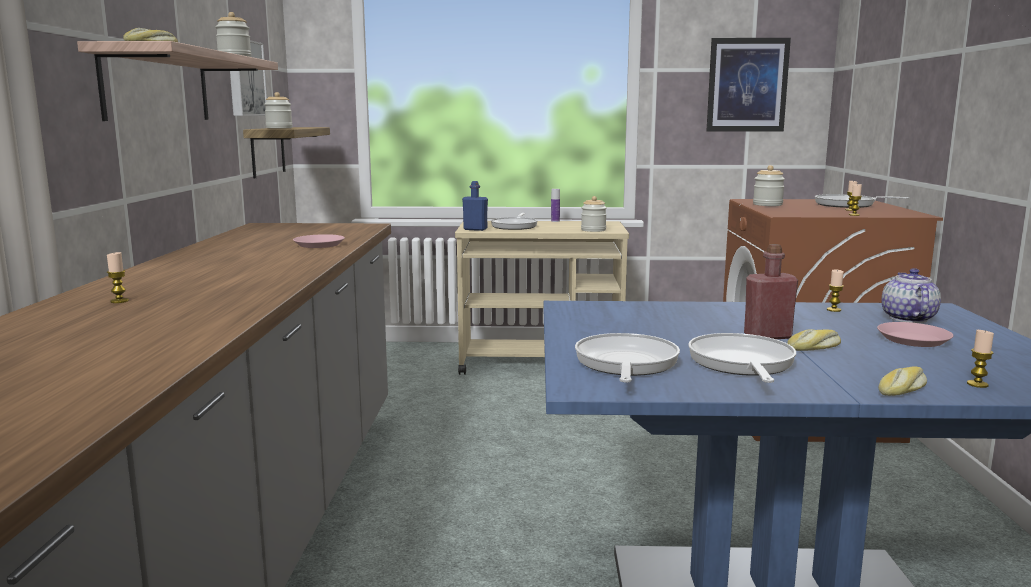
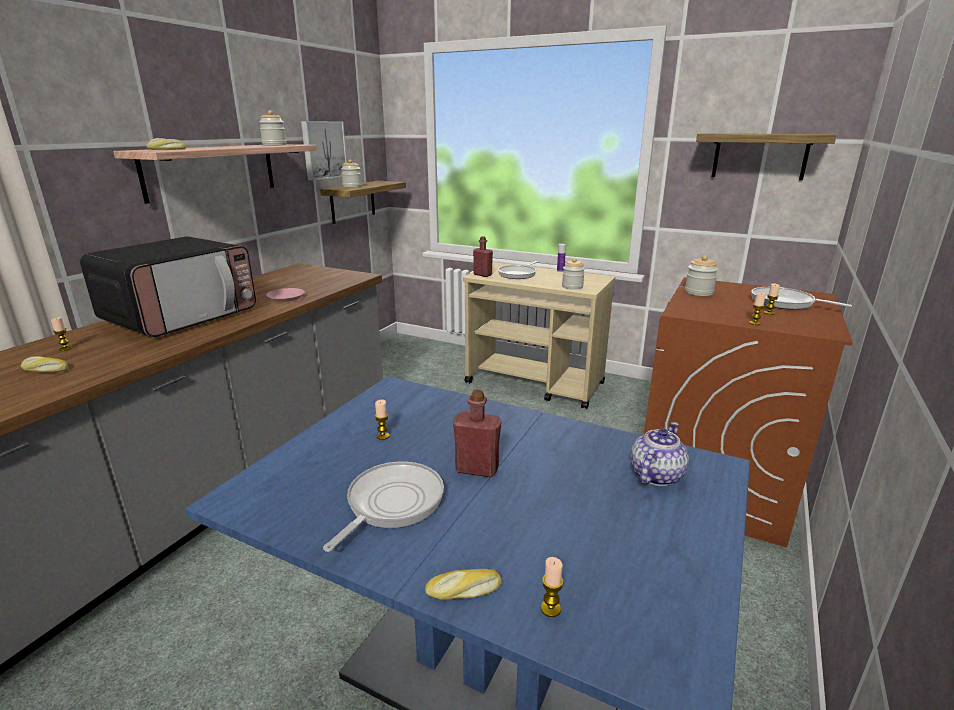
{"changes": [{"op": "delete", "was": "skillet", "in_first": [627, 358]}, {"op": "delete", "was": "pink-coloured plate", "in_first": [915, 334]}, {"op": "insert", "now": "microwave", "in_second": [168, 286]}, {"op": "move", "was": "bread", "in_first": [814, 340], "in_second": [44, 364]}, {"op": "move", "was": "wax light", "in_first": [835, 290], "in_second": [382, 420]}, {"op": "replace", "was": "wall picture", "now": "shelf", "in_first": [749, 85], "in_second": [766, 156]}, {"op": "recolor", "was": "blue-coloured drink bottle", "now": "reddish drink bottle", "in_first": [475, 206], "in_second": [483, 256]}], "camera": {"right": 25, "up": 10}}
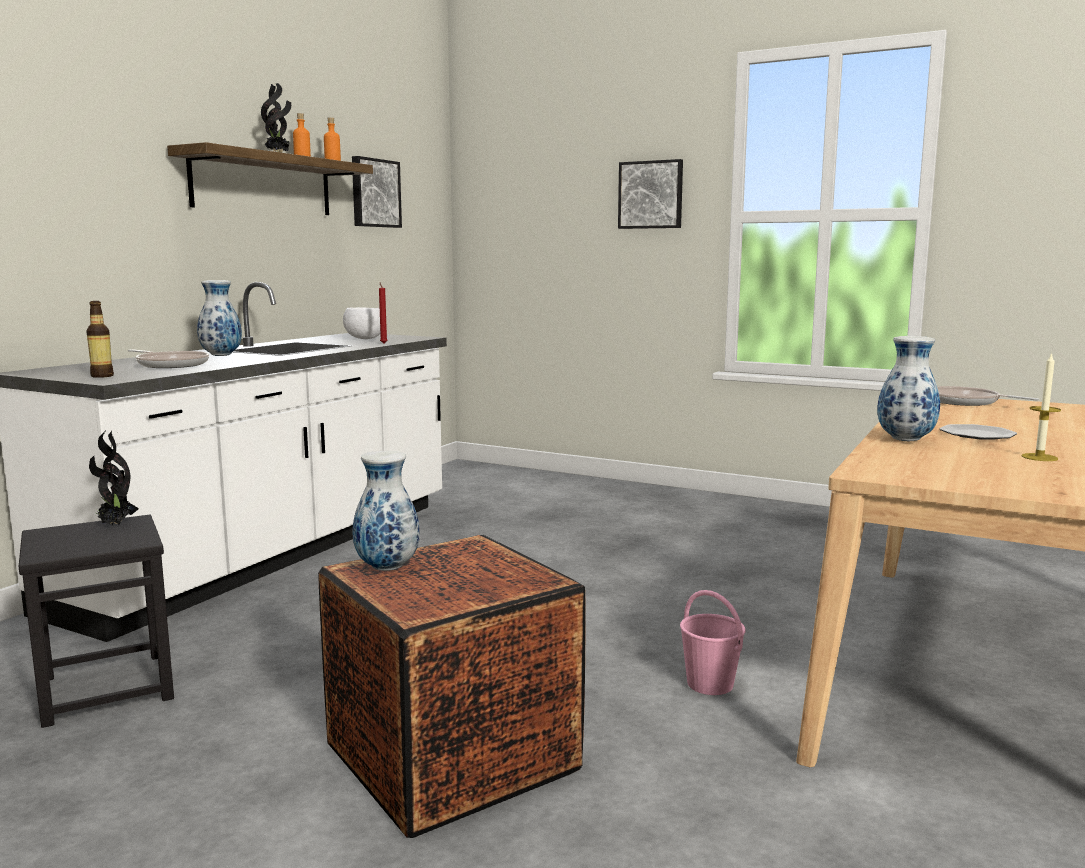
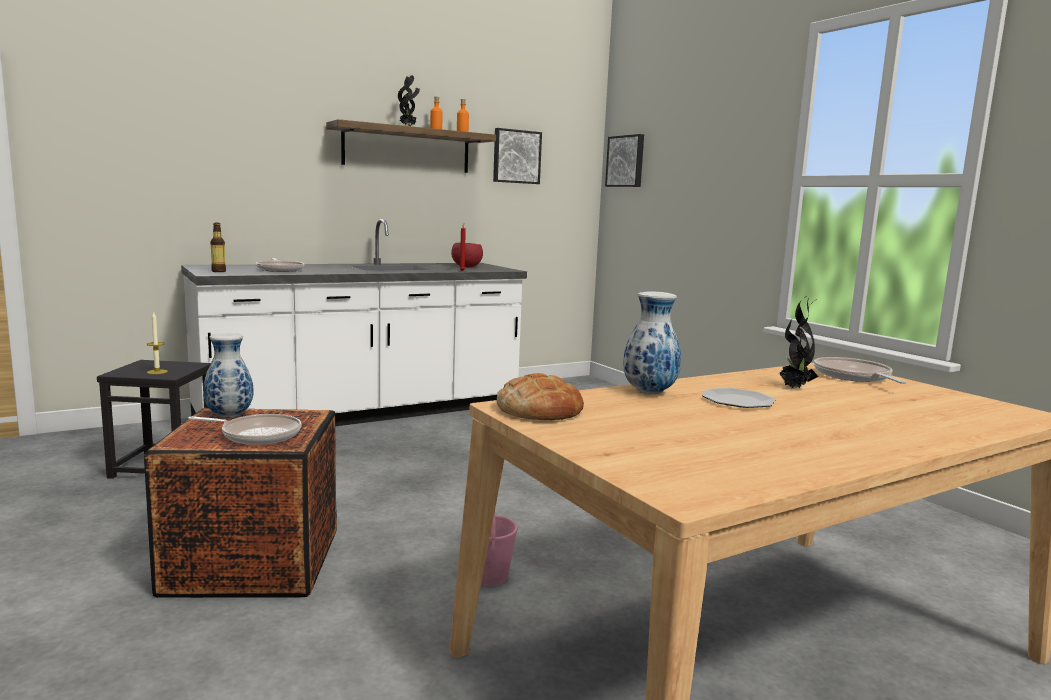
{"changes": [{"op": "delete", "was": "vase", "in_first": [219, 318]}, {"op": "insert", "now": "skillet", "in_second": [245, 429]}, {"op": "insert", "now": "bread", "in_second": [540, 396]}, {"op": "move", "was": "potted plant", "in_first": [114, 478], "in_second": [799, 342]}, {"op": "move", "was": "wall picture", "in_first": [650, 194], "in_second": [624, 160]}, {"op": "move", "was": "wax light", "in_first": [1041, 406], "in_second": [157, 342]}, {"op": "recolor", "was": "whitish deep dish", "now": "reddish deep dish", "in_first": [361, 323], "in_second": [467, 255]}], "camera": {"right": 30, "up": 0}}
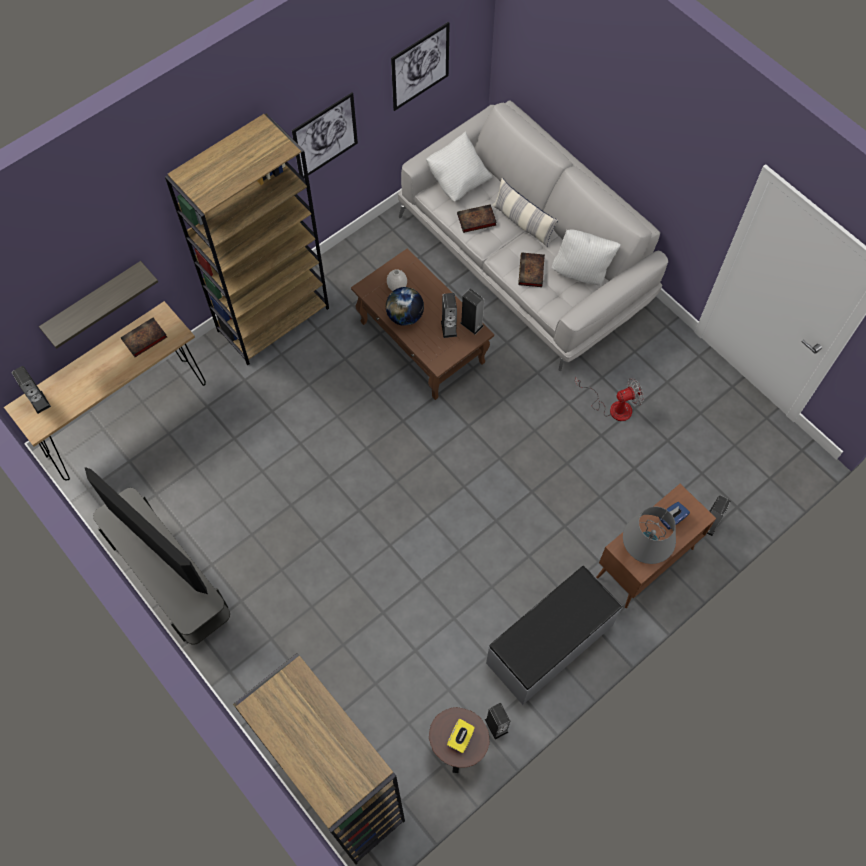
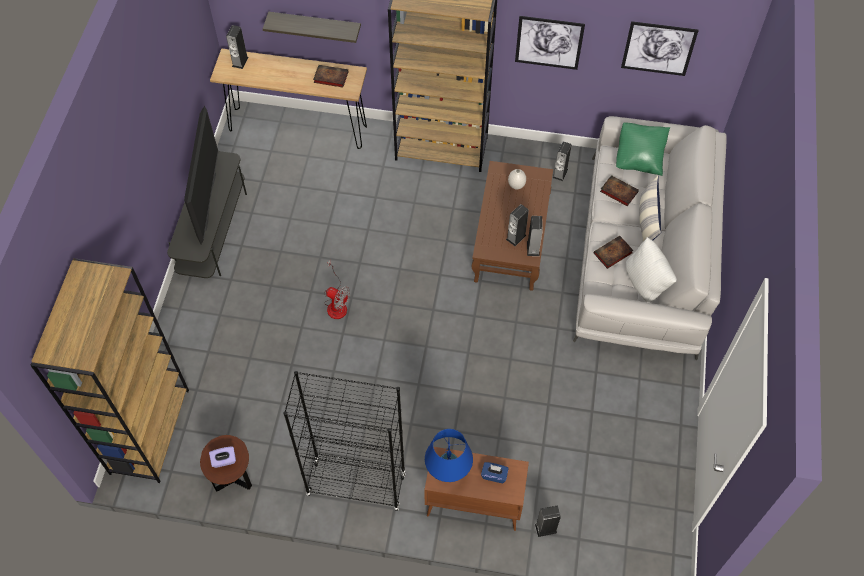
{"changes": [{"op": "delete", "was": "globe", "in_first": [405, 306]}, {"op": "move", "was": "speaker", "in_first": [497, 721], "in_second": [562, 161]}, {"op": "move", "was": "electric fan", "in_first": [609, 399], "in_second": [337, 289]}, {"op": "replace", "was": "grey indoor bench", "now": "blackish shelving unit", "in_first": [554, 635], "in_second": [344, 441]}, {"op": "recolor", "was": "whitish cushion", "now": "green-coloured cushion", "in_first": [459, 166], "in_second": [643, 149]}, {"op": "recolor", "was": "yellow box of tissues", "now": "purple box of tissues", "in_first": [461, 736], "in_second": [222, 457]}, {"op": "recolor", "was": "grey lamp for a table", "now": "blue-coloured lamp for a table", "in_first": [649, 535], "in_second": [449, 455]}], "camera": {"right": 50, "up": -5}}
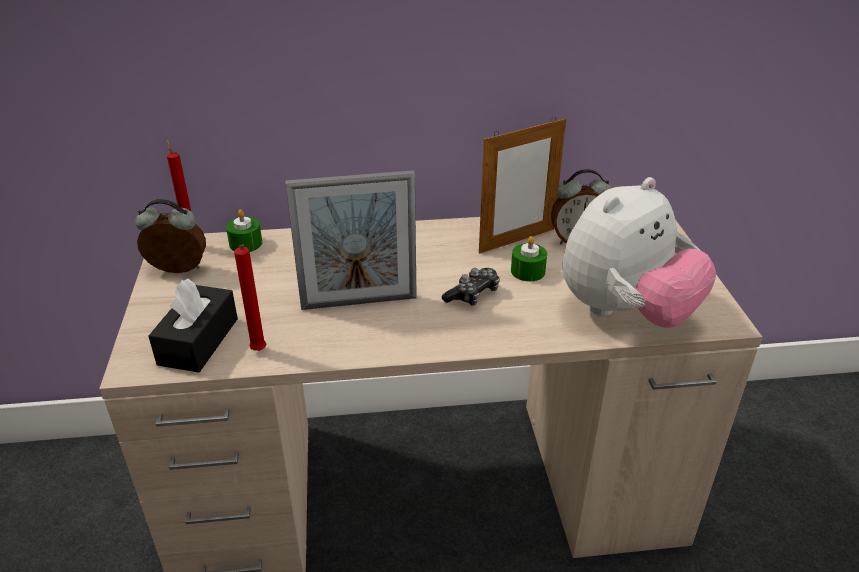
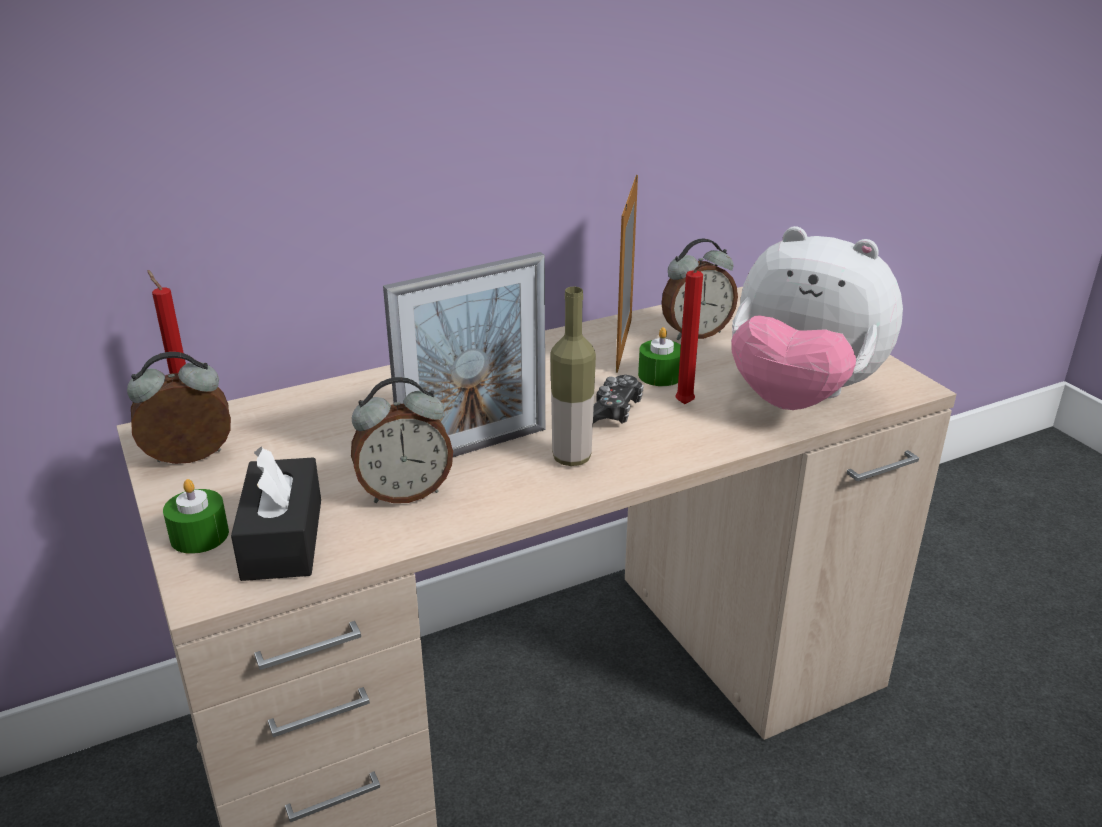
{"changes": [{"op": "insert", "now": "bedside clock", "in_second": [402, 440]}, {"op": "insert", "now": "drink bottle", "in_second": [573, 376]}, {"op": "move", "was": "green-coloured wax light", "in_first": [244, 231], "in_second": [196, 516]}, {"op": "move", "was": "reddish wax light", "in_first": [250, 298], "in_second": [691, 333]}, {"op": "rotate", "was": "photo frame", "in_first": [522, 185], "in_second": [627, 274], "clockwise": 150}, {"op": "rotate", "was": "plush toy", "in_first": [639, 252], "in_second": [817, 318], "clockwise": 90}], "camera": {"right": -20, "up": -5}}
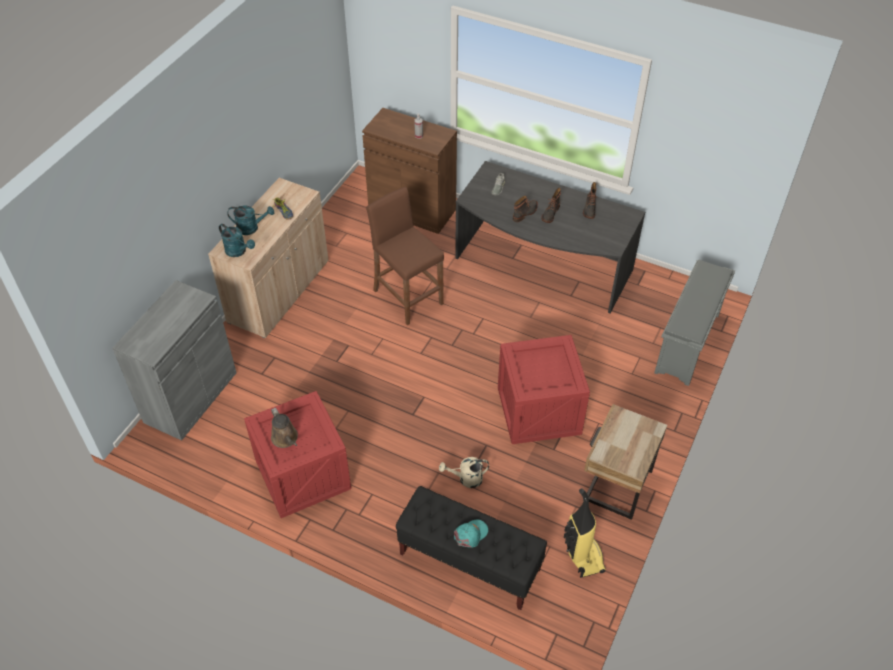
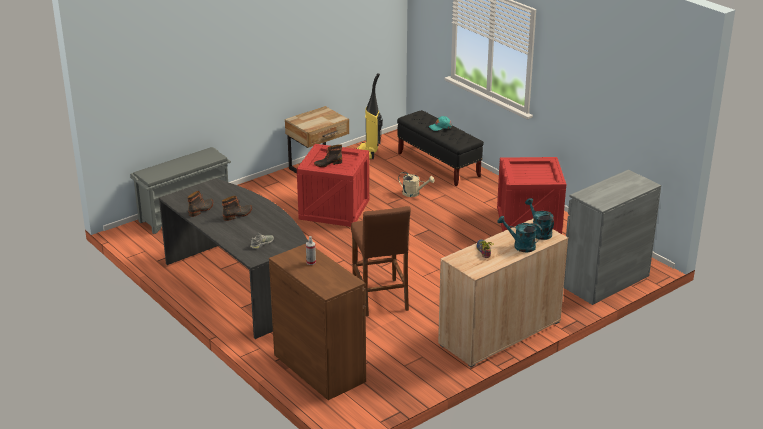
{"changes": [{"op": "delete", "was": "brownish sprinkling can", "in_first": [284, 428]}, {"op": "move", "was": "boot", "in_first": [525, 209], "in_second": [328, 155]}], "camera": {"right": -155, "up": -20}}
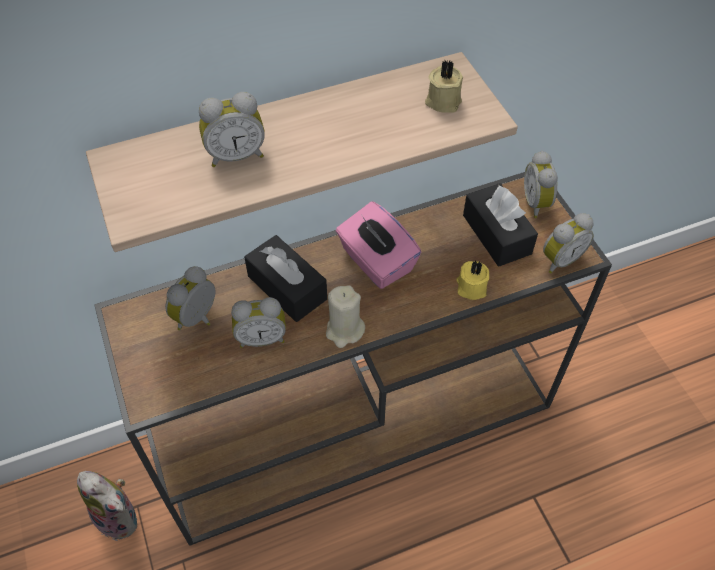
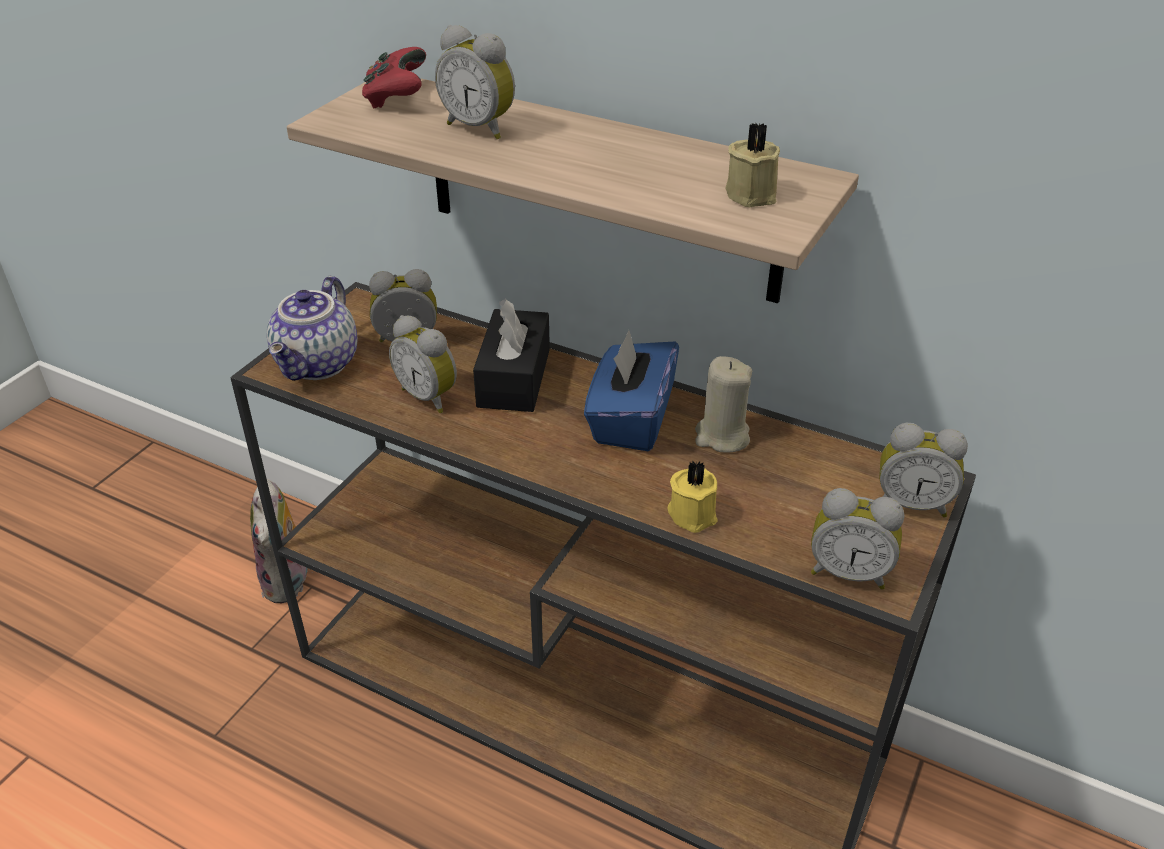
{"changes": [{"op": "delete", "was": "blackish box of tissues", "in_first": [500, 225]}, {"op": "insert", "now": "tea pot", "in_second": [312, 328]}, {"op": "insert", "now": "reddish game controller", "in_second": [394, 77]}, {"op": "move", "was": "beige-coloured wax light", "in_first": [345, 316], "in_second": [723, 404]}, {"op": "recolor", "was": "pink-coloured box of tissues", "now": "blue-coloured box of tissues", "in_first": [378, 245], "in_second": [631, 390]}, {"op": "rotate", "was": "bedside clock", "in_first": [541, 184], "in_second": [923, 470], "clockwise": -120}], "camera": {"right": 50, "up": -15}}
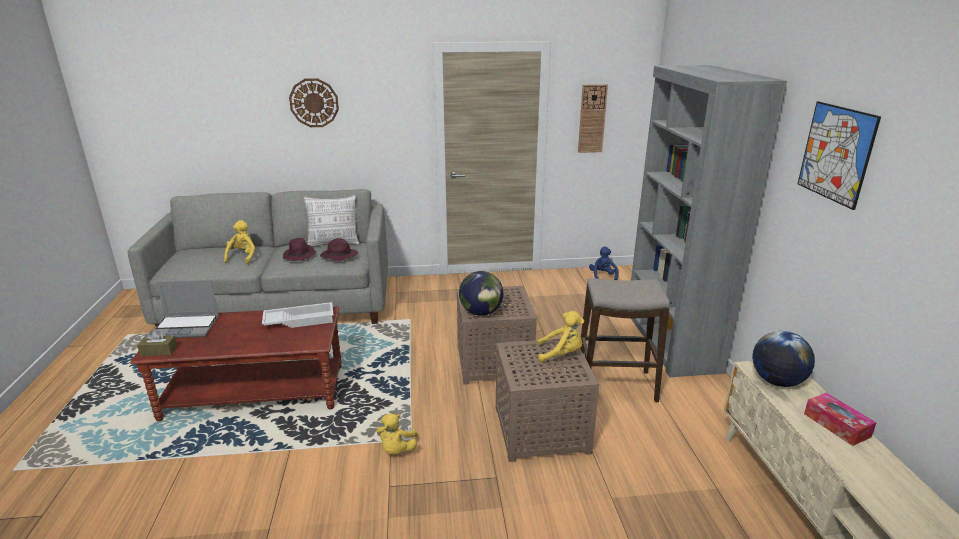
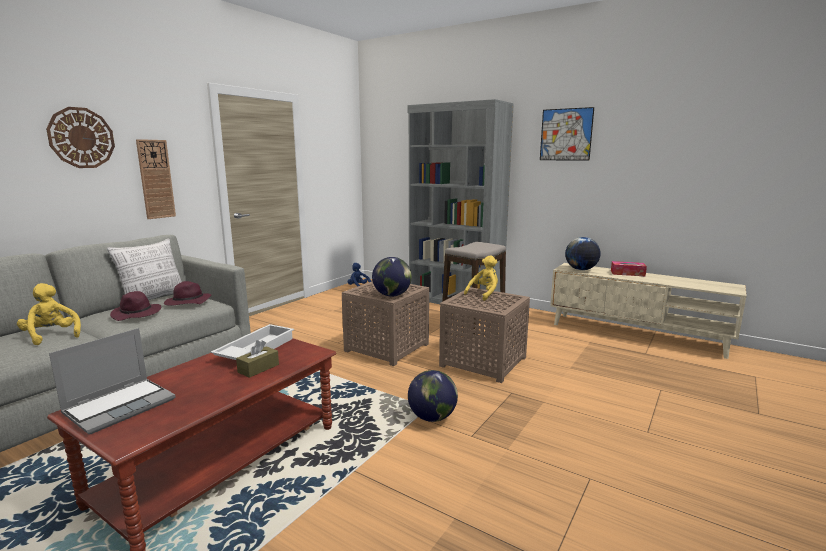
{"changes": [{"op": "move", "was": "brownish box of tissues", "in_first": [157, 343], "in_second": [257, 359]}, {"op": "move", "was": "hanging clock", "in_first": [593, 118], "in_second": [156, 179]}, {"op": "replace", "was": "yellow plush toy", "now": "globe", "in_first": [397, 434], "in_second": [433, 396]}], "camera": {"right": -50, "up": -10}}
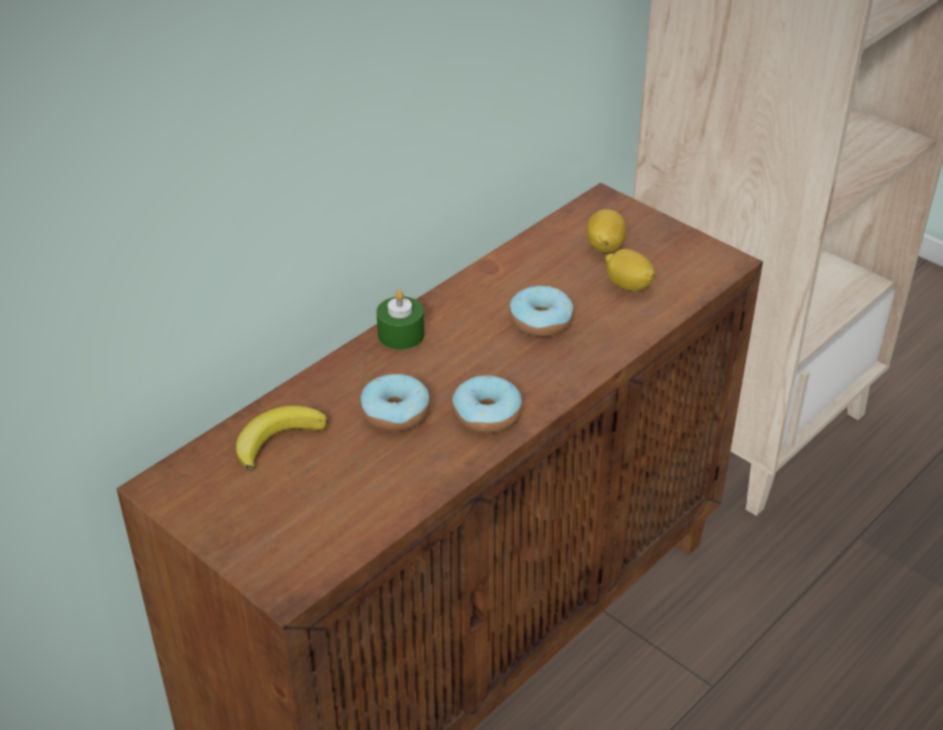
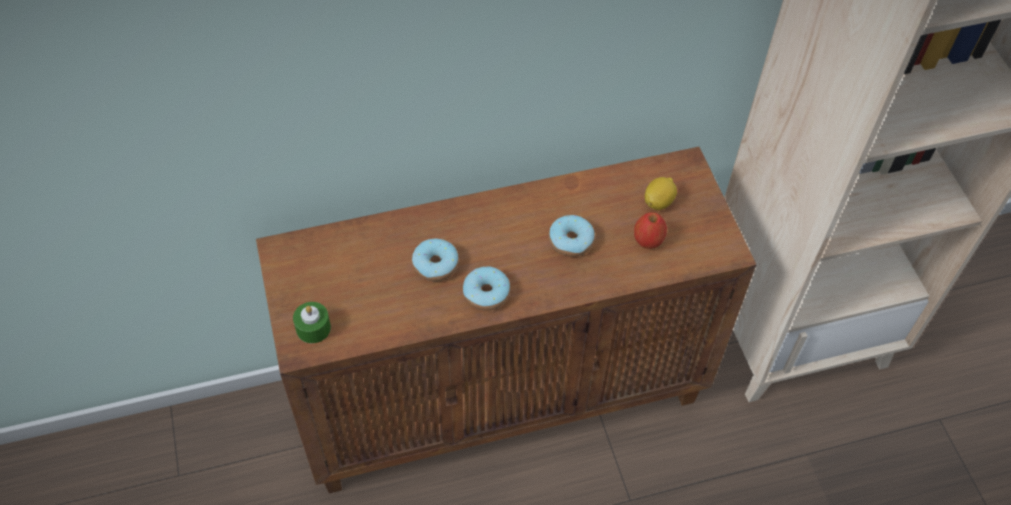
{"changes": [{"op": "delete", "was": "banana fruit", "in_first": [282, 438]}, {"op": "move", "was": "green-coloured wax light", "in_first": [400, 320], "in_second": [312, 322]}, {"op": "replace", "was": "lemon", "now": "apple", "in_first": [630, 270], "in_second": [650, 230]}], "camera": {"right": 30, "up": 15}}
